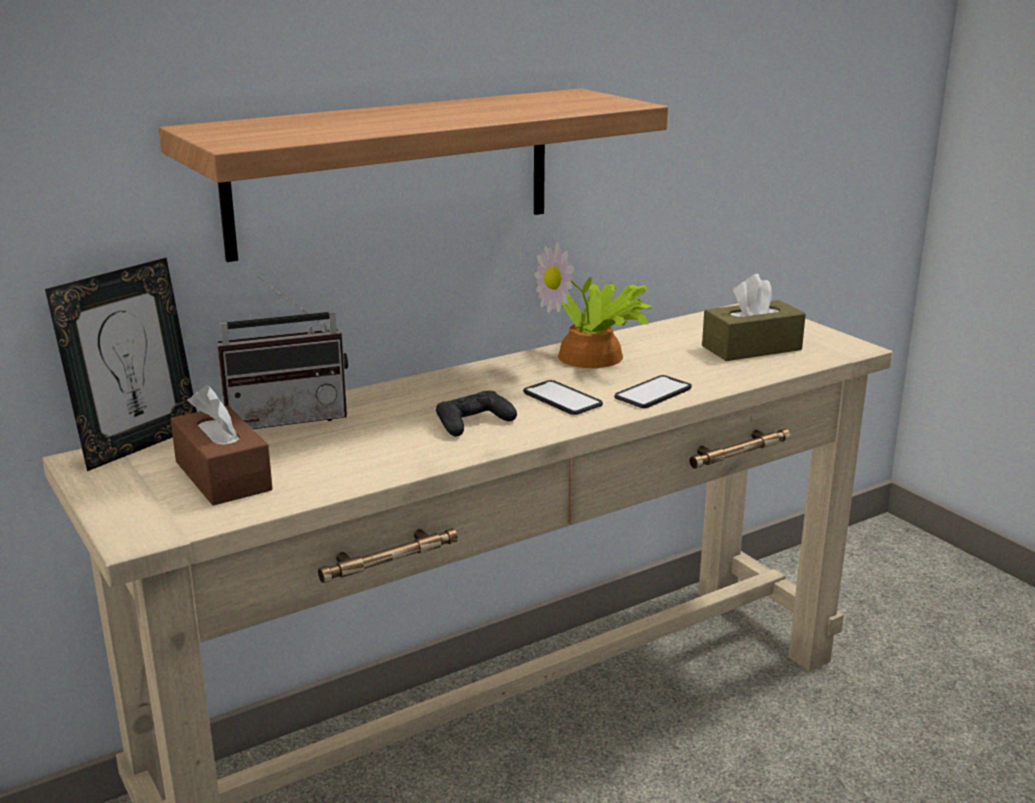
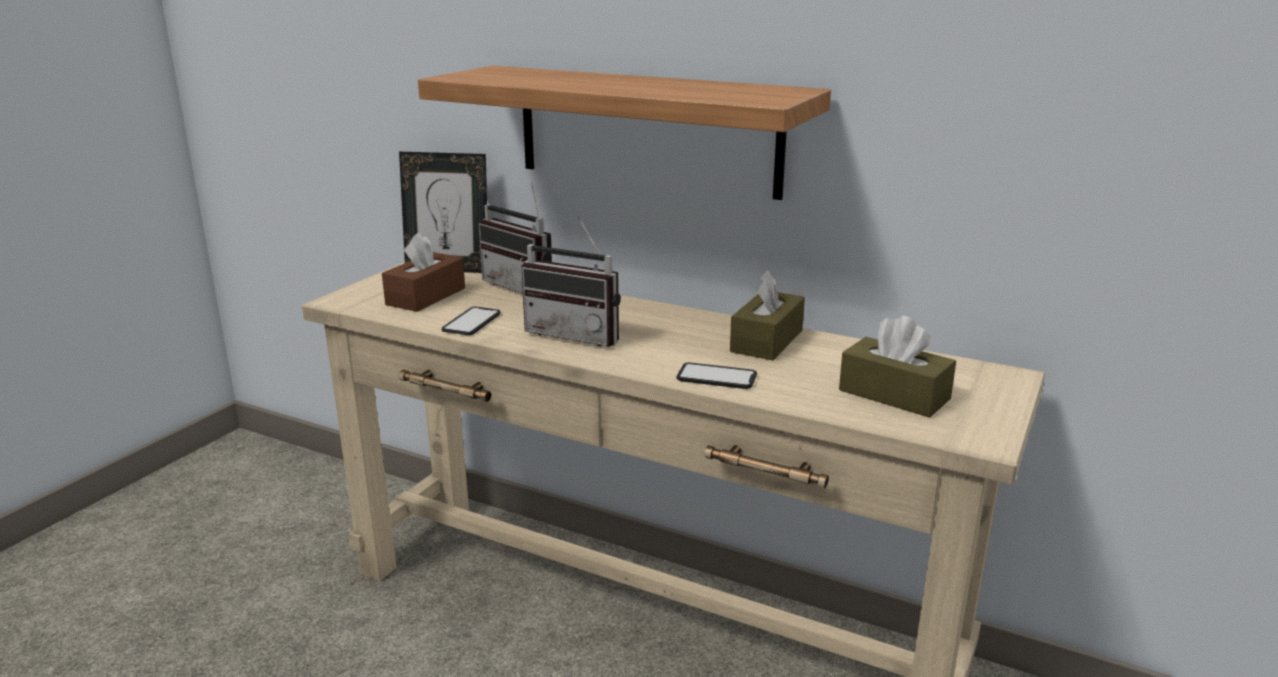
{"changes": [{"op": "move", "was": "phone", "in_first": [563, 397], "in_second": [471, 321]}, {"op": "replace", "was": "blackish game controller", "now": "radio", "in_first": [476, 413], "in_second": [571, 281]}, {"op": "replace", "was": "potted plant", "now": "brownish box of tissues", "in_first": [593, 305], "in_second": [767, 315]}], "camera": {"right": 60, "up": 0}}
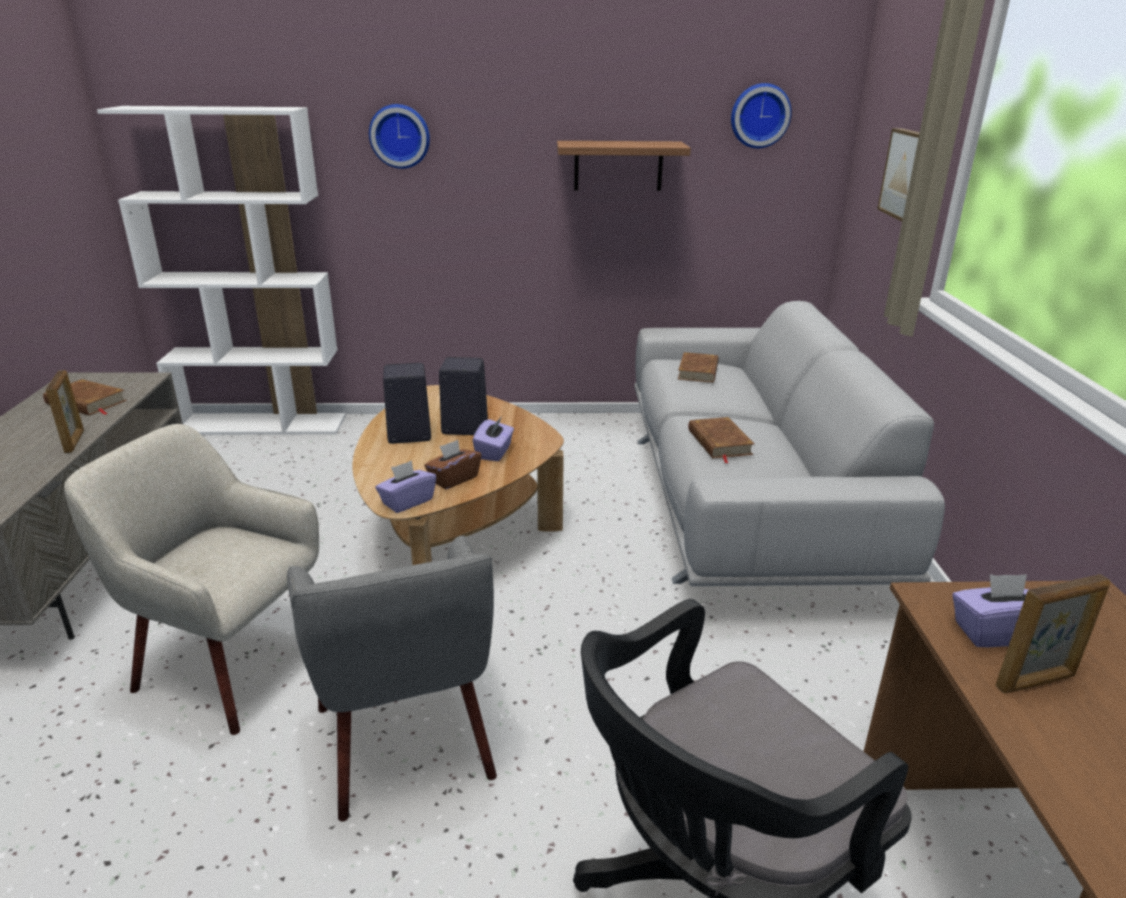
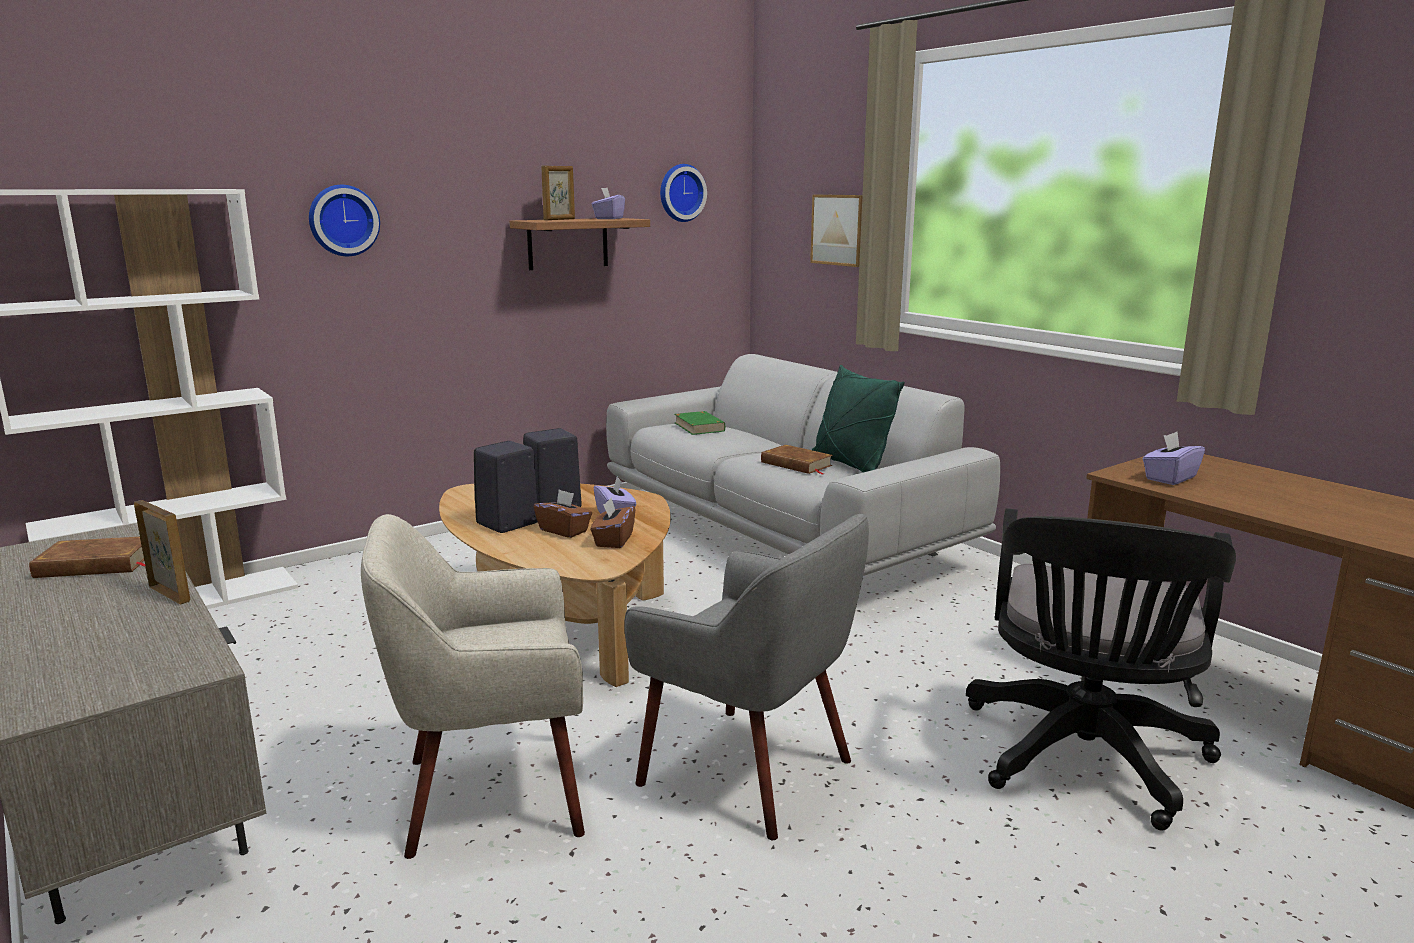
{"changes": [{"op": "insert", "now": "brownish box of tissues", "in_second": [563, 513]}, {"op": "insert", "now": "green-coloured cushion", "in_second": [858, 418]}, {"op": "move", "was": "purple box of tissues", "in_first": [406, 486], "in_second": [608, 203]}, {"op": "move", "was": "photo frame", "in_first": [1052, 633], "in_second": [558, 193]}, {"op": "recolor", "was": "brownish volume", "now": "green-coloured volume", "in_first": [698, 367], "in_second": [699, 423]}], "camera": {"right": -35, "up": -10}}
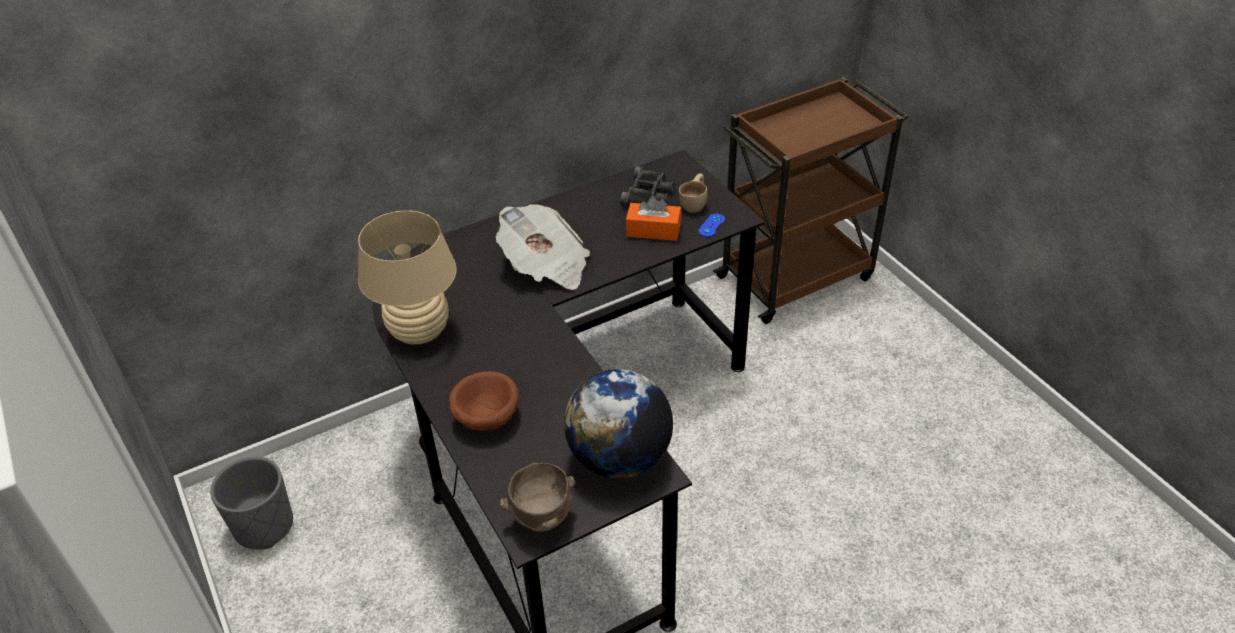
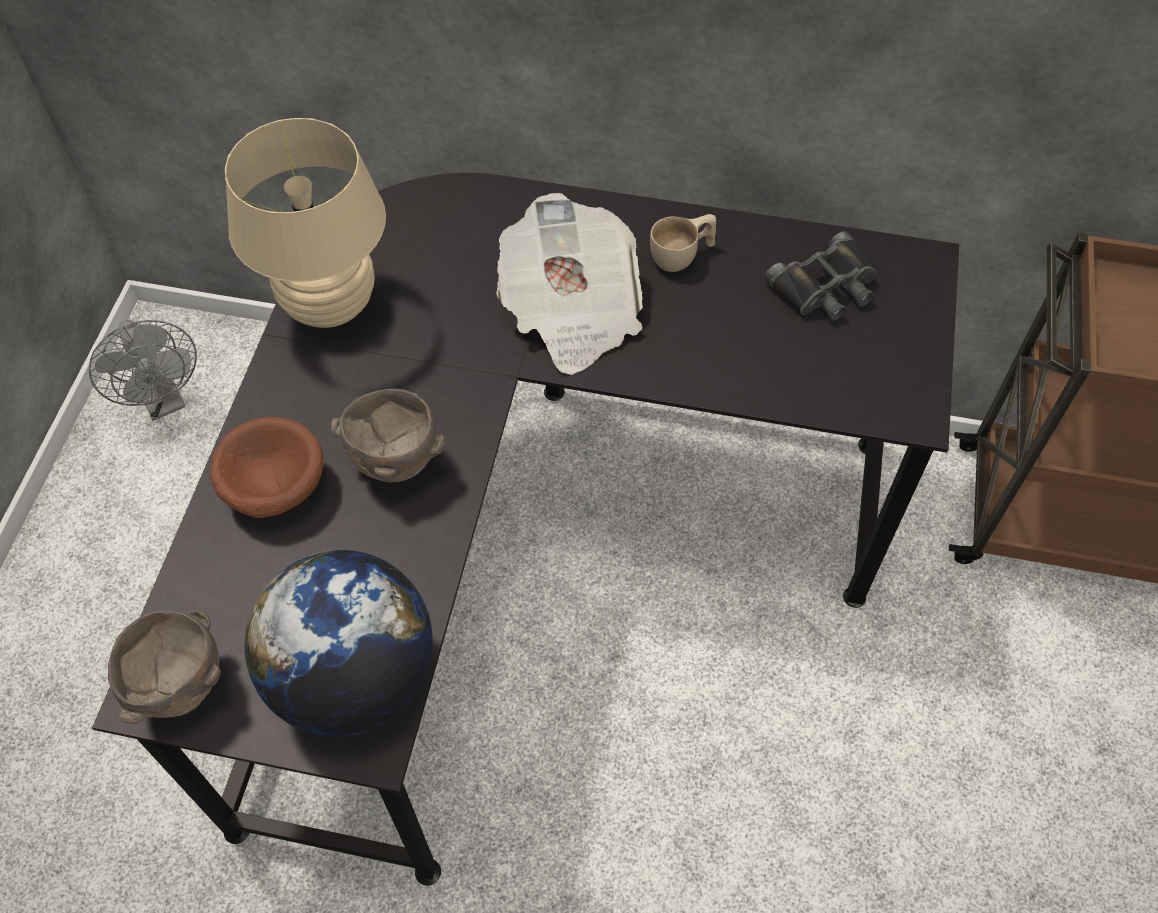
{"changes": [{"op": "delete", "was": "orange box of tissues", "in_first": [653, 218]}, {"op": "delete", "was": "blue-coloured game controller", "in_first": [711, 225]}, {"op": "insert", "now": "brownish deep dish", "in_second": [388, 436]}, {"op": "move", "was": "beige-coloured drinking cup", "in_first": [693, 193], "in_second": [683, 243]}, {"op": "replace", "was": "grey flower pot", "now": "grey electric fan", "in_first": [251, 503], "in_second": [143, 370]}], "camera": {"right": 40, "up": 15}}
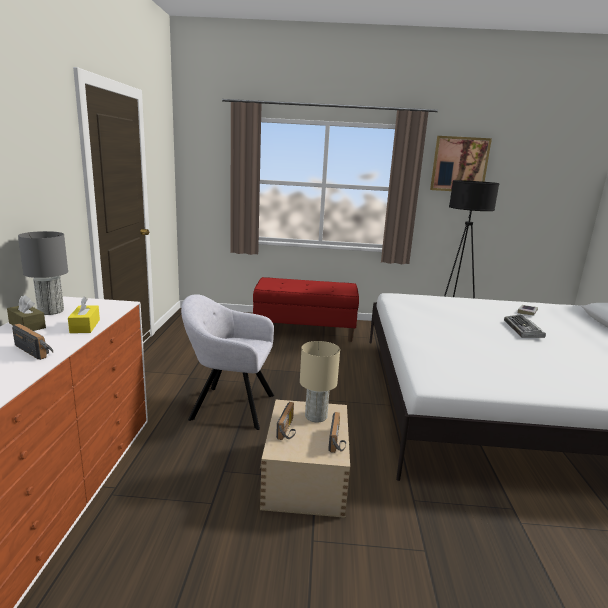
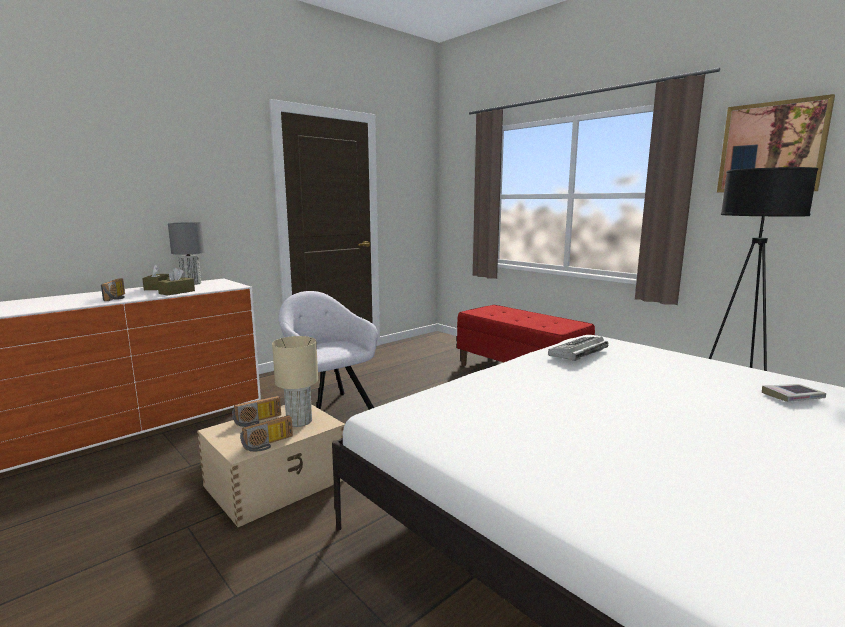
{"changes": [{"op": "move", "was": "computer keyboard", "in_first": [525, 326], "in_second": [578, 349]}, {"op": "recolor", "was": "yellow box of tissues", "now": "brownish box of tissues", "in_first": [84, 314], "in_second": [176, 282]}], "camera": {"right": 45, "up": -5}}
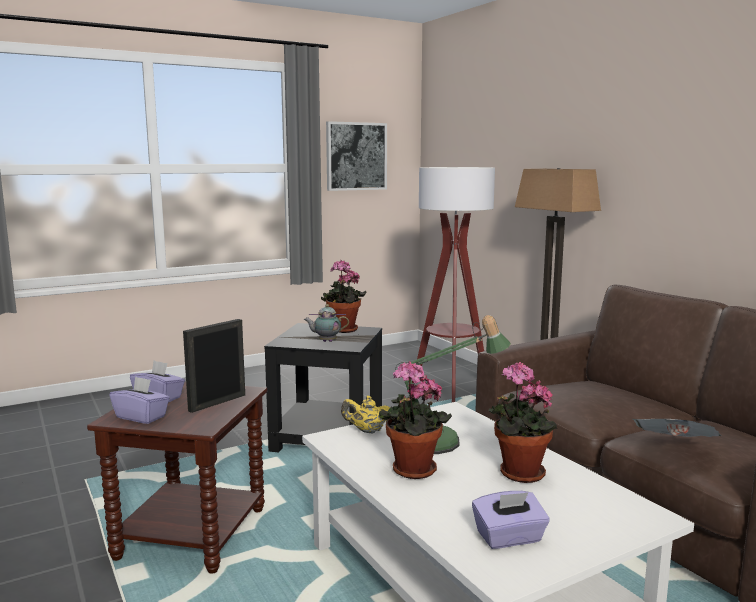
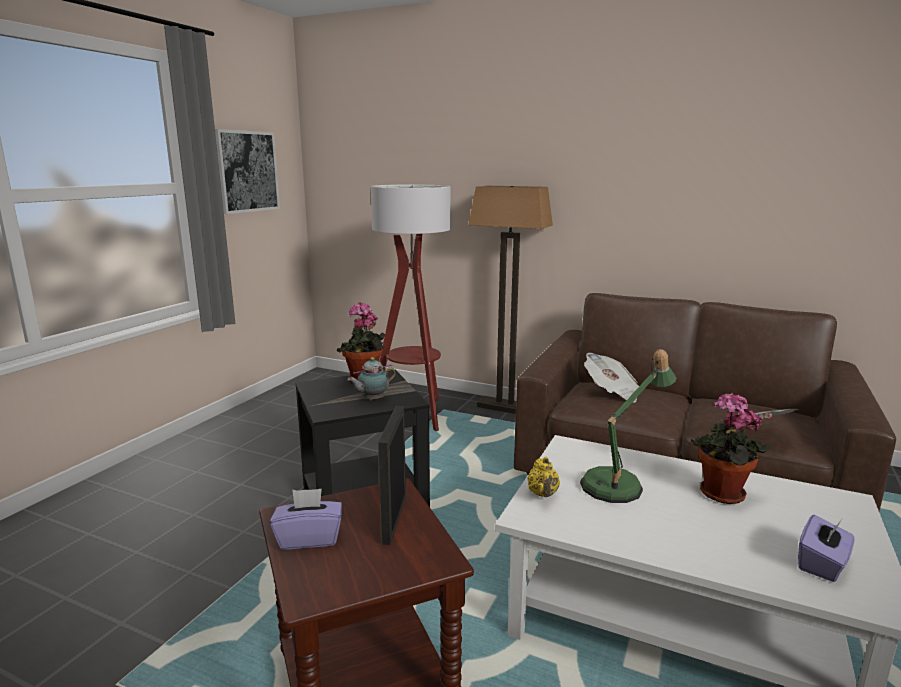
{"changes": [{"op": "delete", "was": "purple box of tissues", "in_first": [139, 400]}, {"op": "delete", "was": "potted plant", "in_first": [415, 420]}, {"op": "insert", "now": "newspaper", "in_second": [611, 378]}, {"op": "rotate", "was": "yellow tea pot", "in_first": [365, 415], "in_second": [543, 477], "clockwise": -60}], "camera": {"right": -35, "up": 5}}
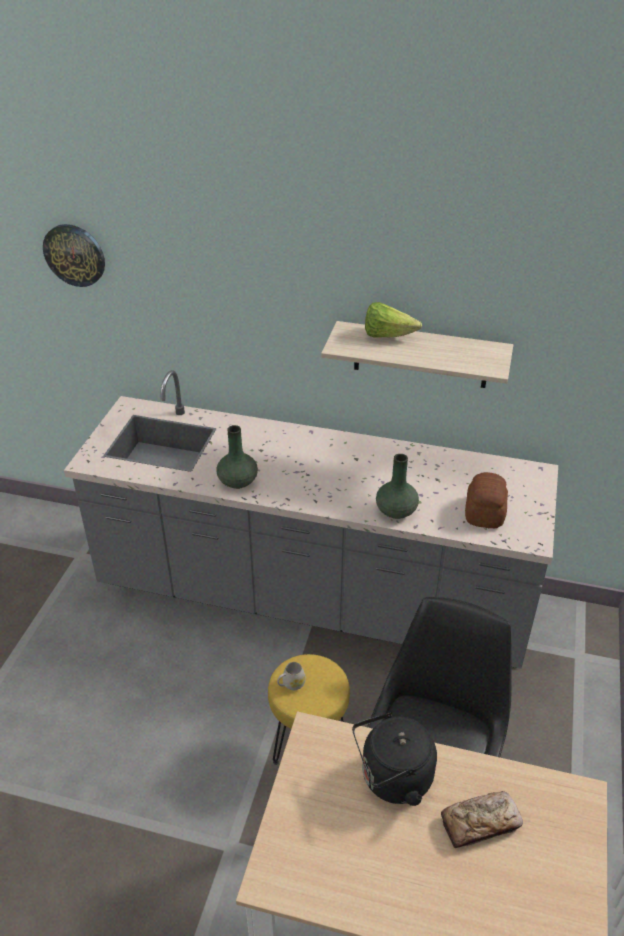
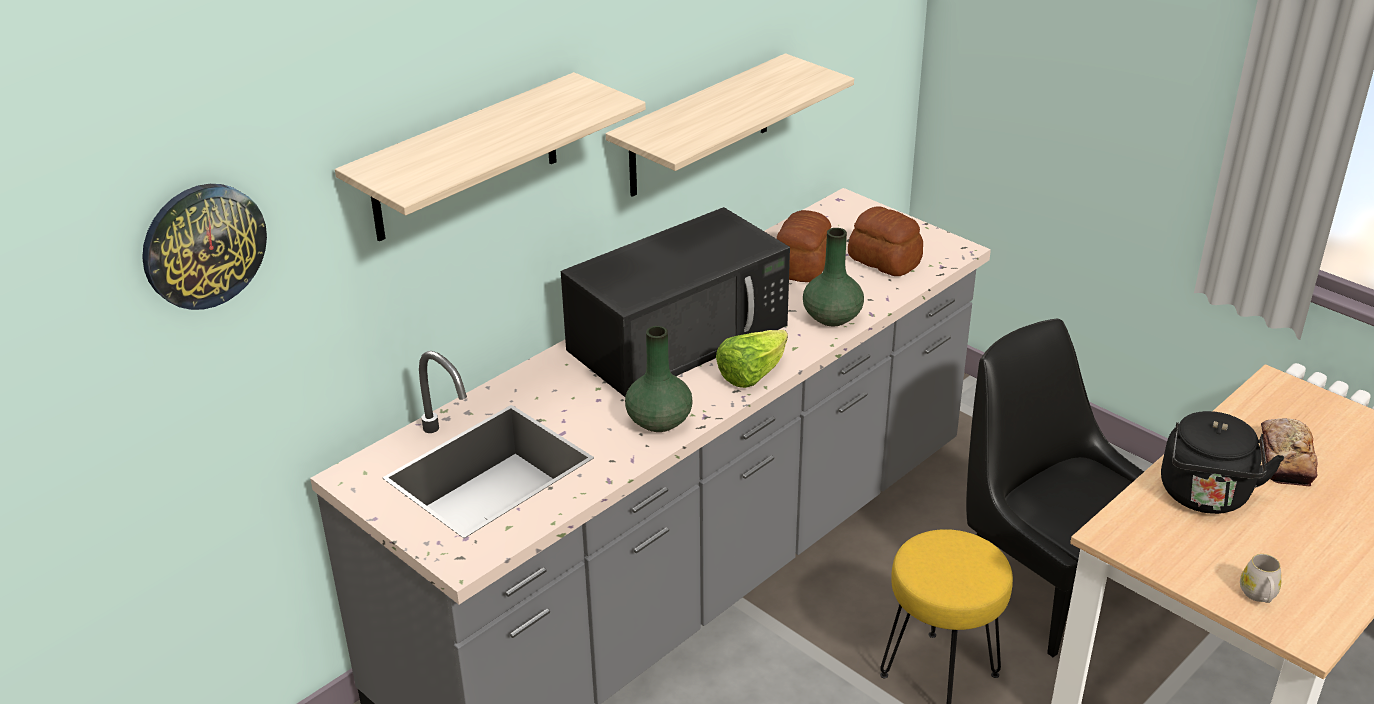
{"changes": [{"op": "insert", "now": "shelf", "in_second": [490, 156]}, {"op": "insert", "now": "blackish microwave", "in_second": [675, 302]}, {"op": "insert", "now": "bread", "in_second": [804, 246]}, {"op": "move", "was": "whitish tea mug", "in_first": [291, 676], "in_second": [1260, 578]}, {"op": "move", "was": "head of lettuce", "in_first": [393, 320], "in_second": [752, 359]}], "camera": {"right": -60, "up": -5}}
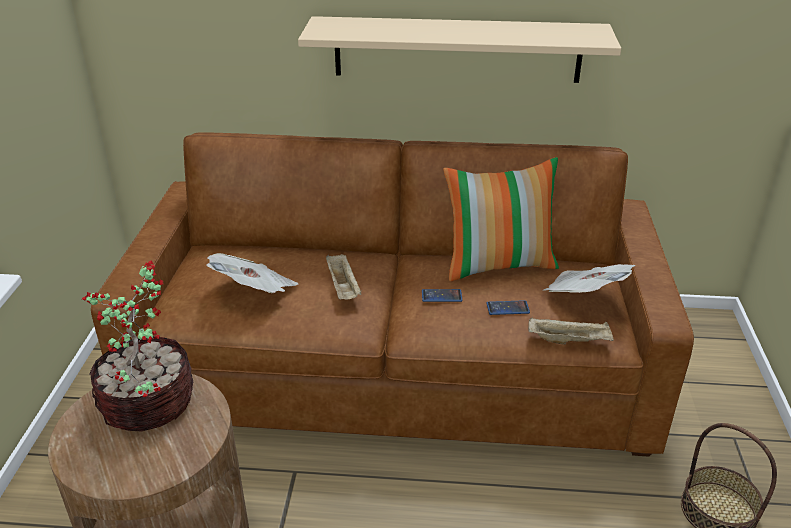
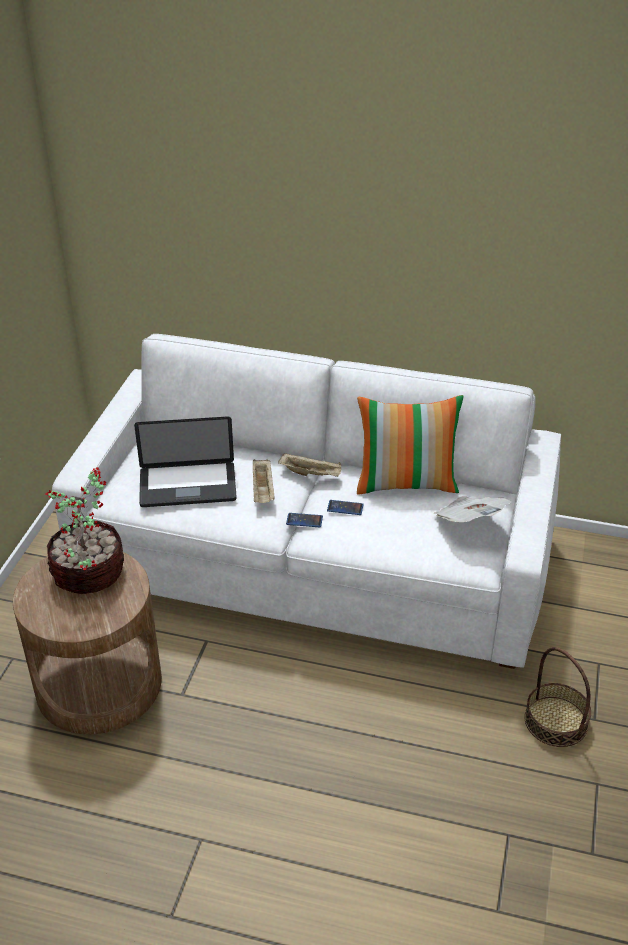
{"changes": [{"op": "delete", "was": "beige-coloured shelf", "in_first": [459, 49]}, {"op": "move", "was": "phone", "in_first": [508, 307], "in_second": [304, 520]}, {"op": "move", "was": "beige-coloured tray", "in_first": [571, 331], "in_second": [310, 465]}, {"op": "replace", "was": "newspaper", "now": "laptop", "in_first": [252, 273], "in_second": [185, 461]}, {"op": "recolor", "was": "brownish sofa", "now": "whitish sofa", "in_first": [392, 294], "in_second": [306, 501]}], "camera": {"right": 10, "up": 5}}
